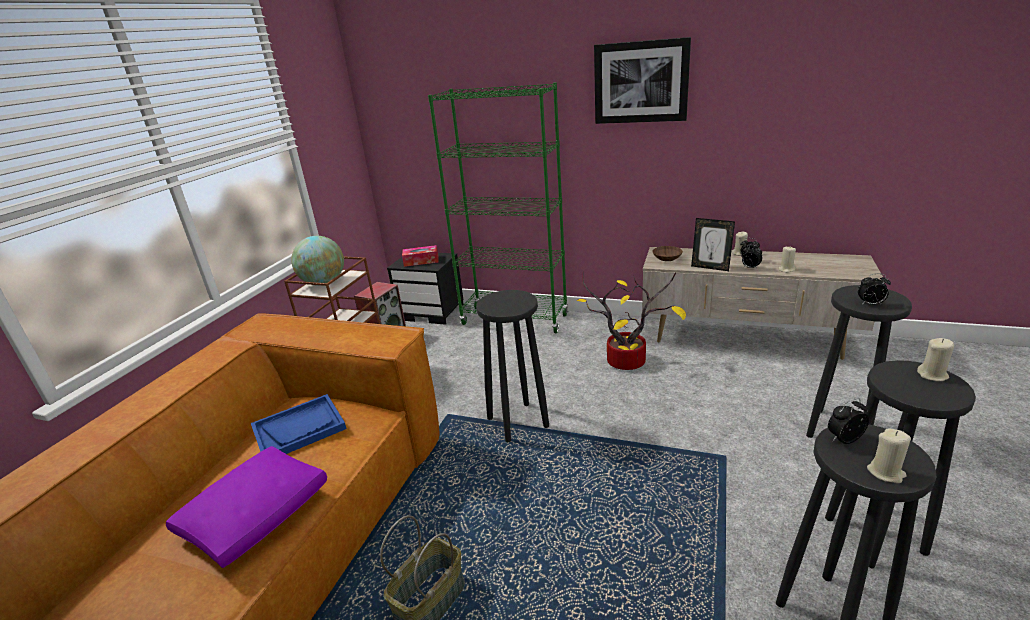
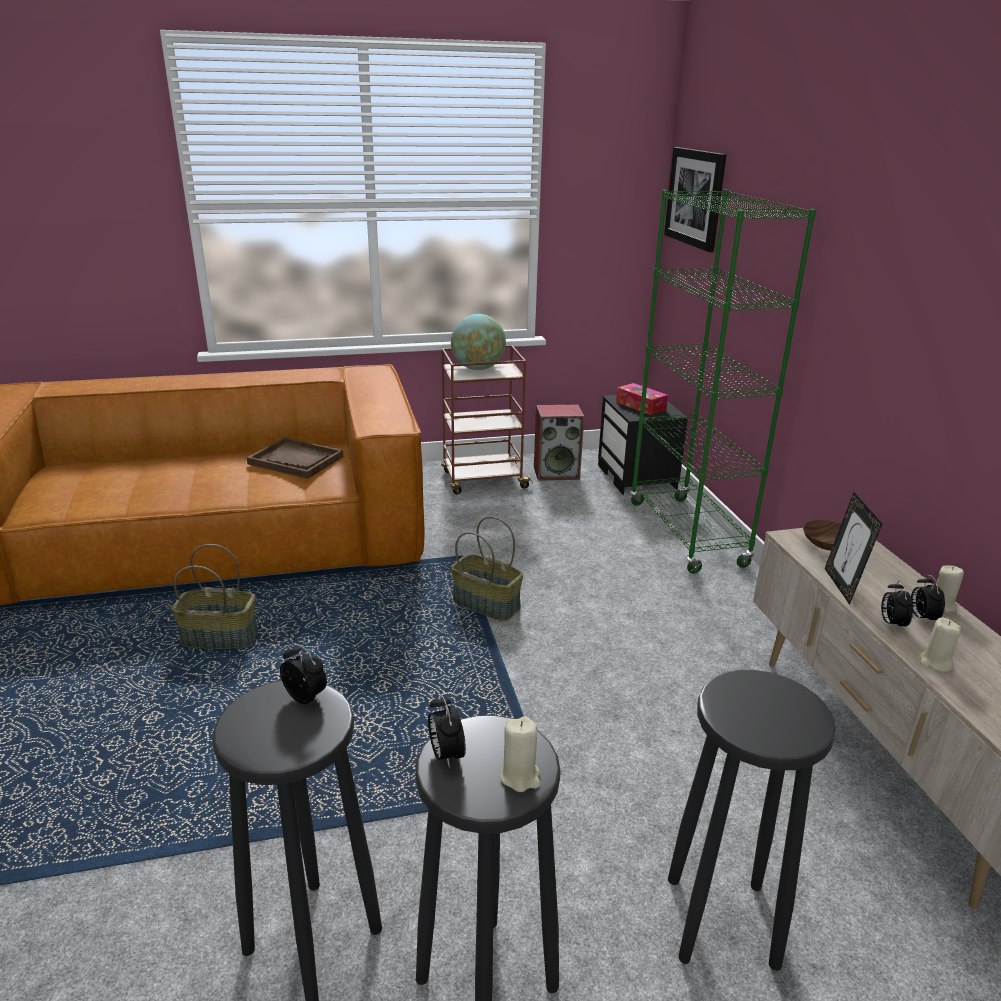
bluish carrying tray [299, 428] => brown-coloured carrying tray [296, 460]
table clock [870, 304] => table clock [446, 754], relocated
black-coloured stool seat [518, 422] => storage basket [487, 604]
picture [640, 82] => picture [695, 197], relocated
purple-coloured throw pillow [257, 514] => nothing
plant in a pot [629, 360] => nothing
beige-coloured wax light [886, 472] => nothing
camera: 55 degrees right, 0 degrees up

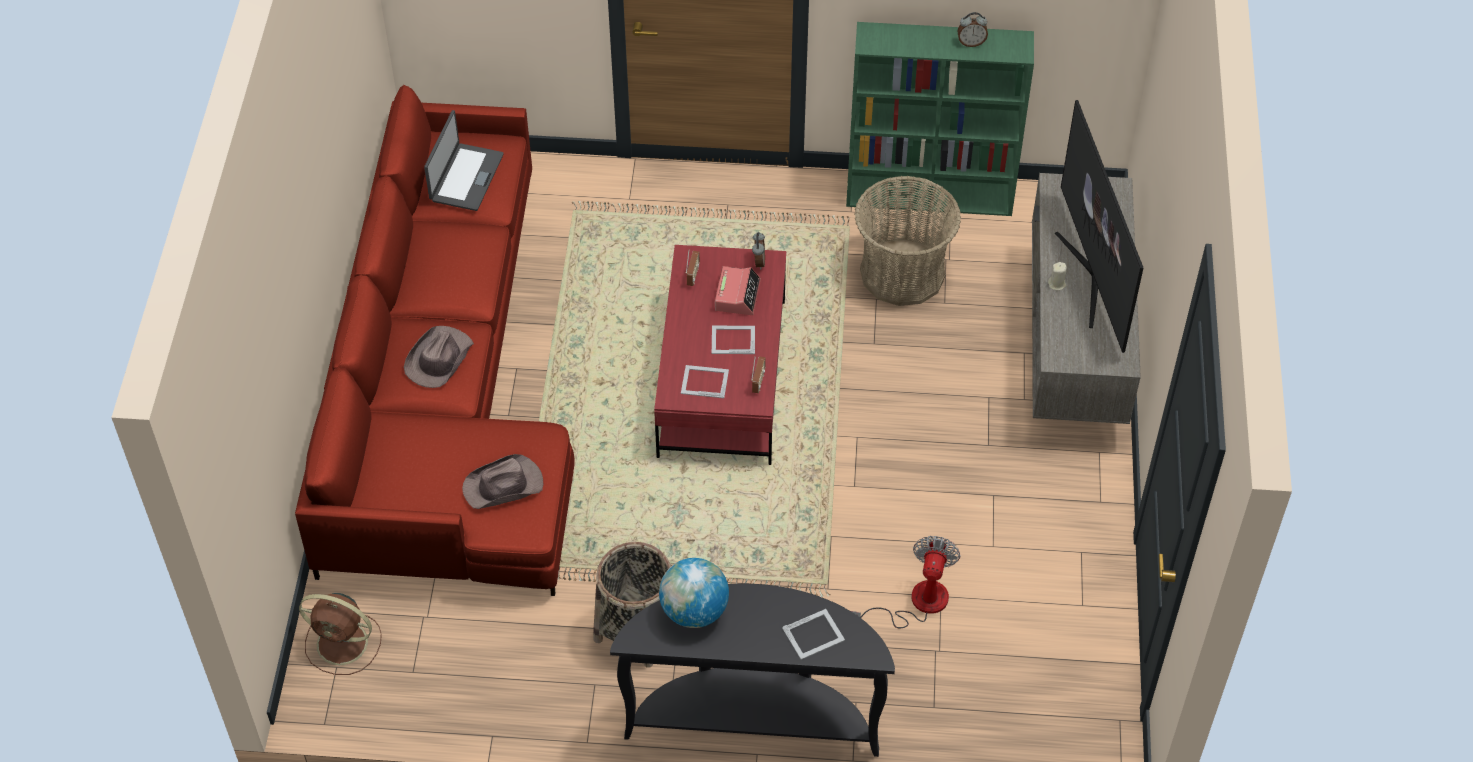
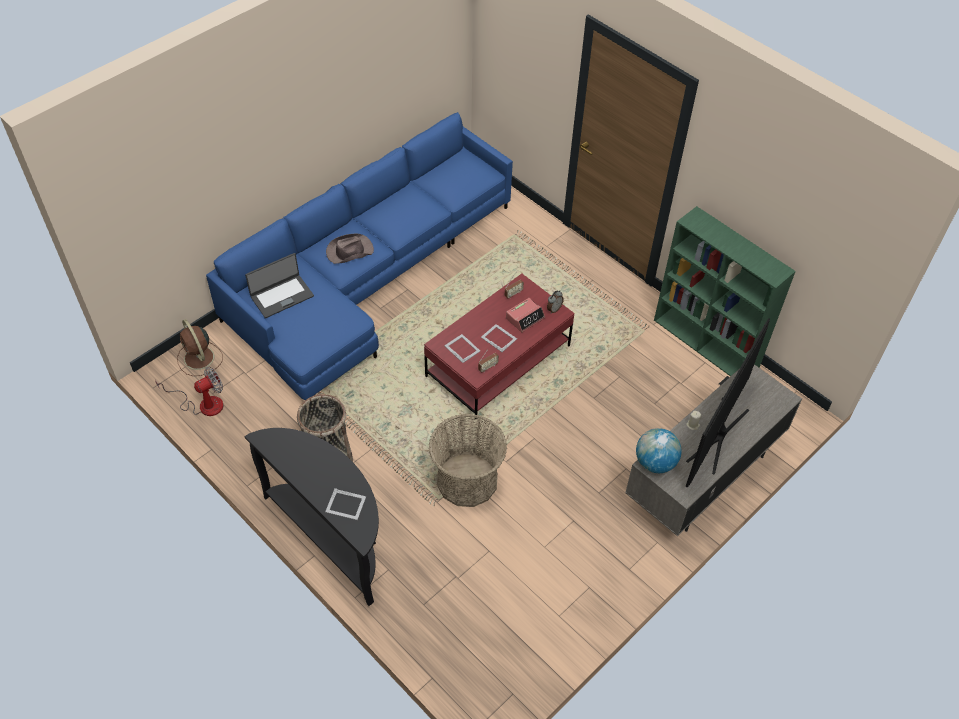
fan [916, 603] => fan [203, 404], relocated
red couch [445, 392] => bluish couch [365, 278]
laptop [465, 177] => laptop [281, 296], relocated
storage basket [902, 273] => storage basket [467, 480], relocated
world globe [694, 611] => world globe [655, 462], relocated
brown-coloured clothing hat [504, 486] => nothing
table clock [971, 43] => nothing
camera: 40 degrees right, 0 degrees up

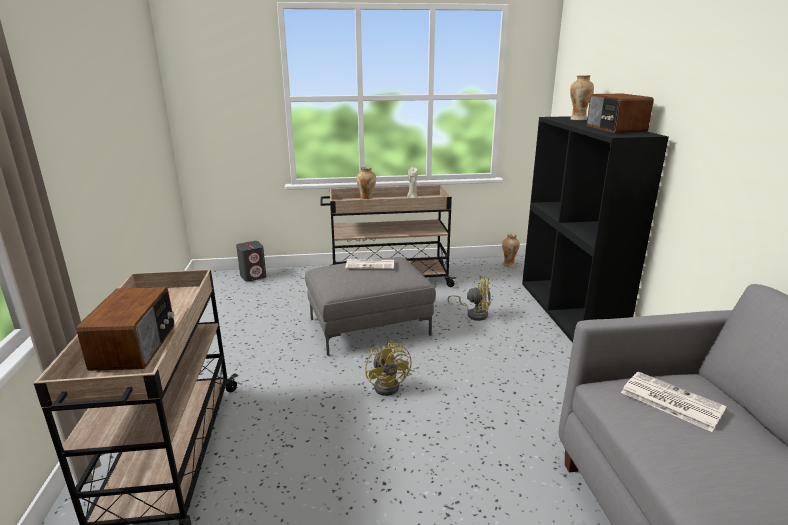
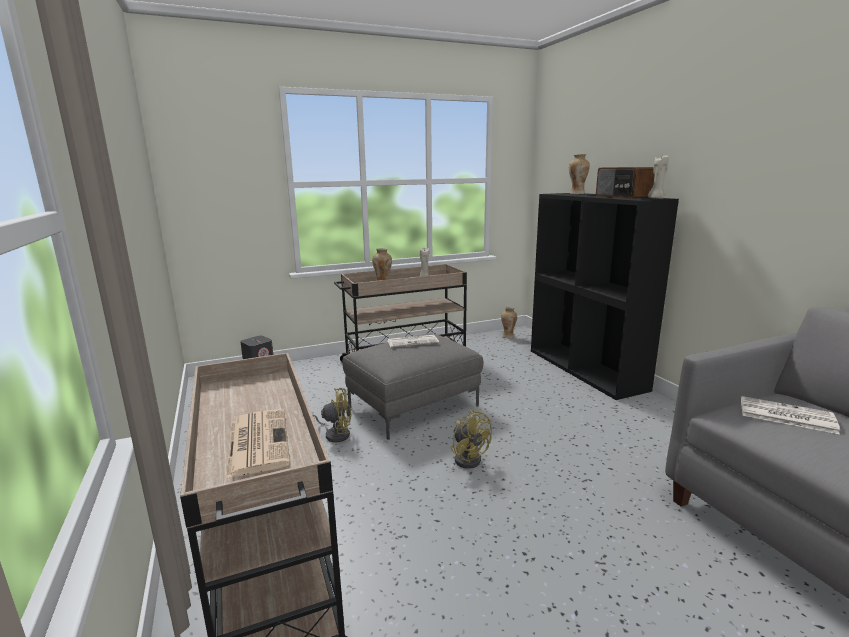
radio set [136, 347] => daily paper [257, 441]
yellow fan [474, 314] => yellow fan [334, 434], relocated
nothing => beige-coloured wax light [656, 198]
camera: 15 degrees left, 5 degrees down

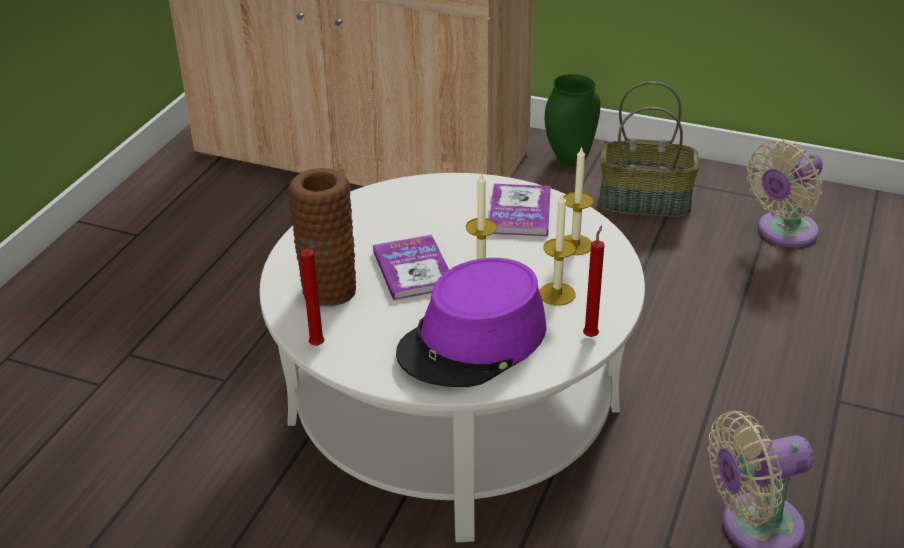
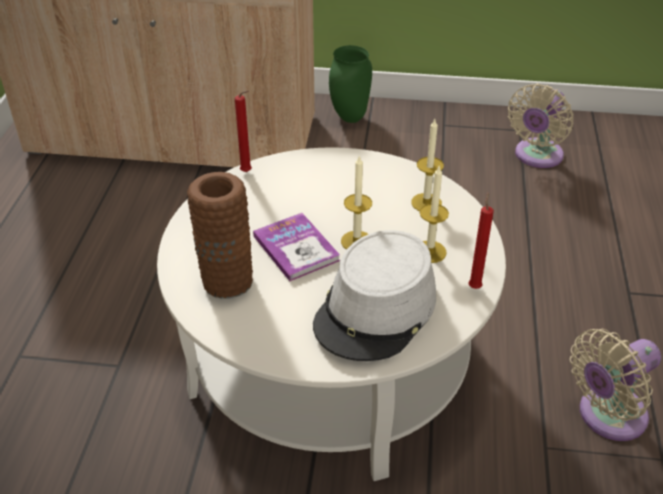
red wax light [319, 346] => red wax light [247, 172], relocated
purple-coloured clothing hat [473, 341] => gray clothing hat [376, 310]
book [520, 212] => nothing
storage basket [645, 201] => nothing
camera: 15 degrees left, 5 degrees up

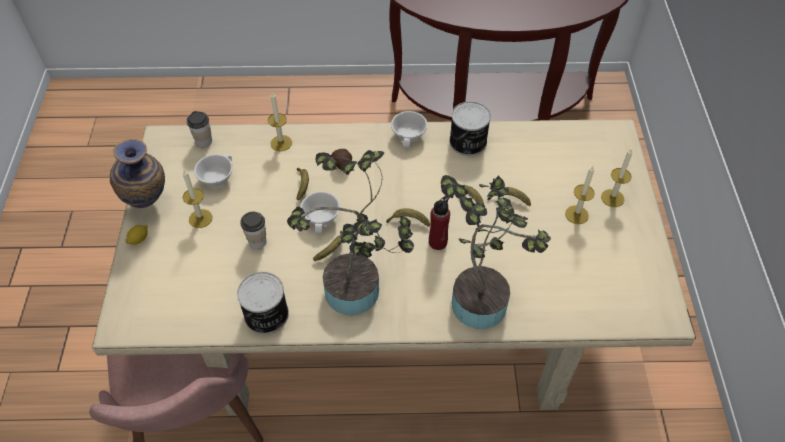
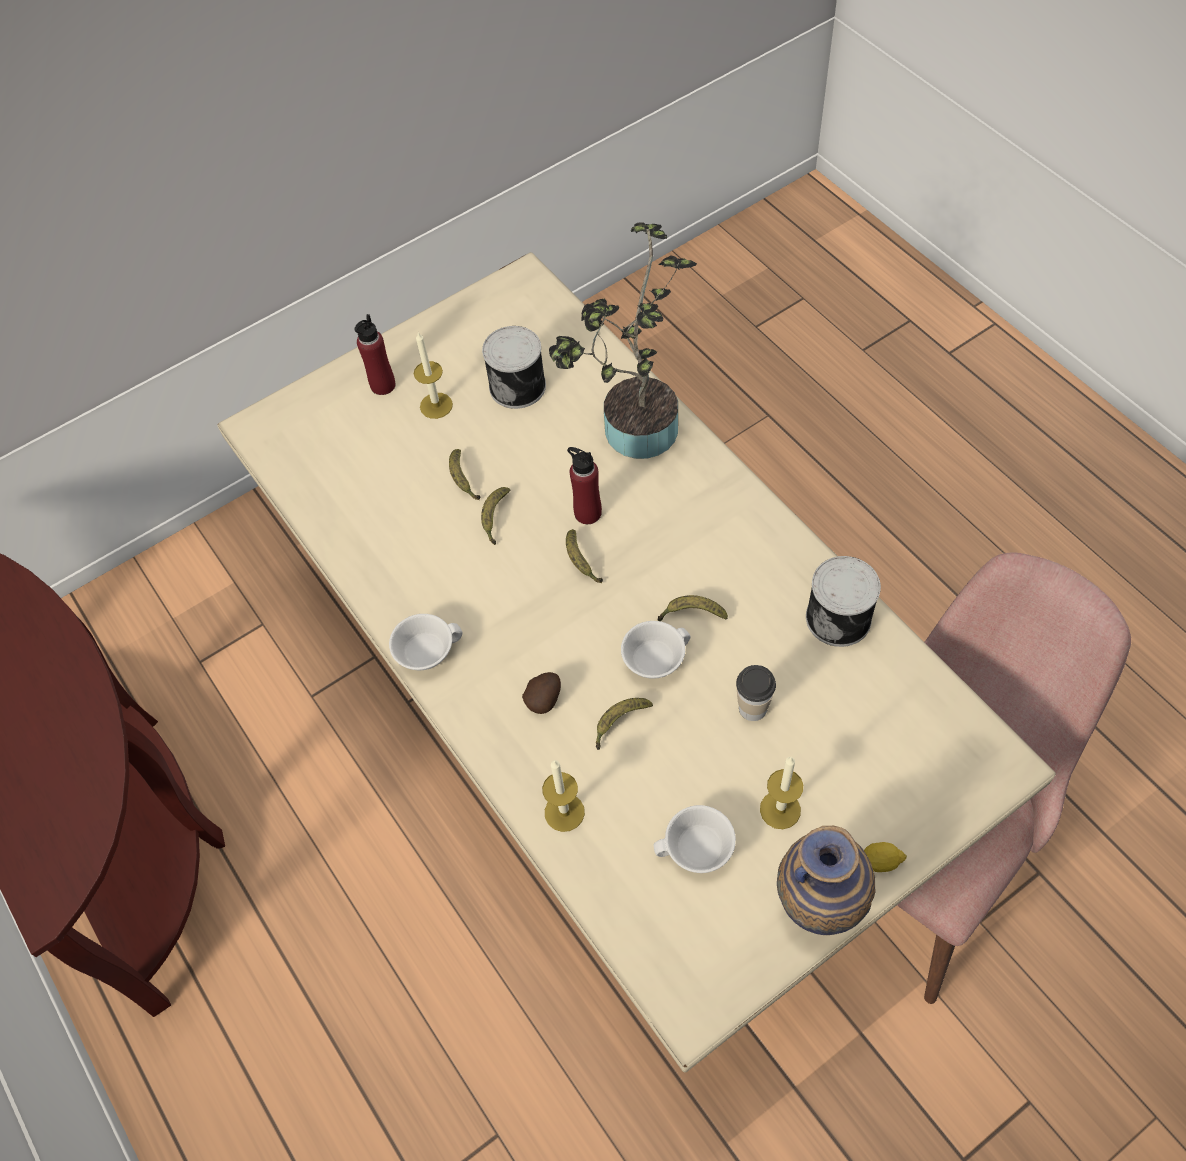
wax light [612, 198] => red bottle [382, 385]
metal can [468, 142] => metal can [519, 385], relocated
cup [204, 141] => nothing
plant in a pot [358, 292] => nothing
camera: 120 degrees left, 5 degrees up

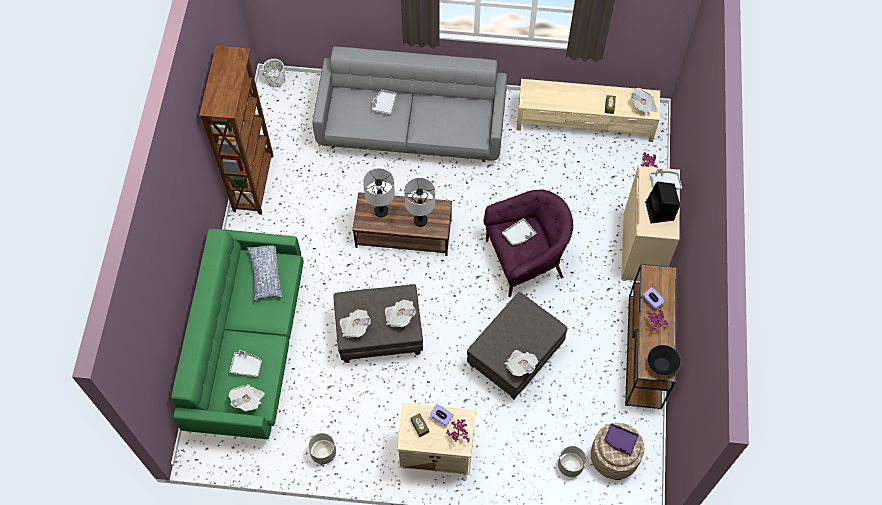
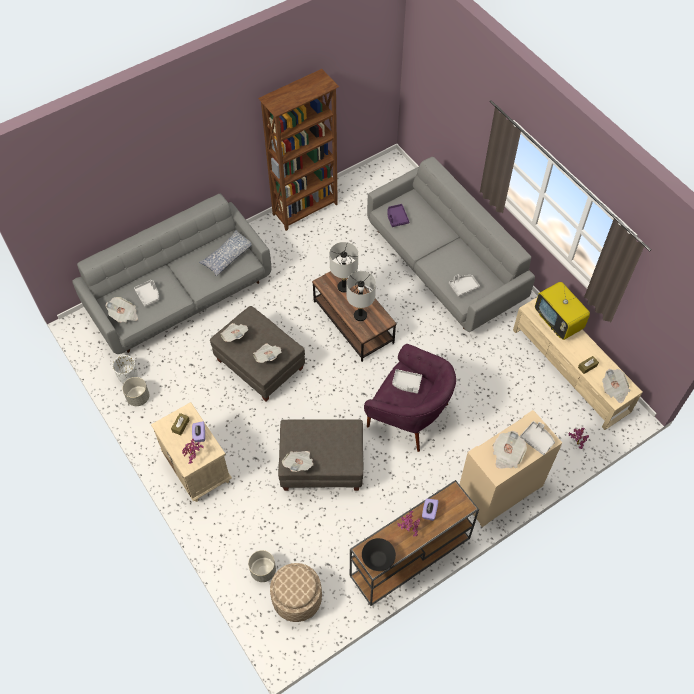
greenish couch [248, 346] => gray couch [180, 296]
white planter [275, 80] => white planter [128, 376], relocated
purple-coloured carrying tray [620, 441] => purple-coloured carrying tray [396, 218], relocated
gray carrying tray [384, 104] => gray carrying tray [463, 287], relocated
black-coloured audio speaker [660, 212] => daily paper [507, 455]
nothing => TV [558, 322]
camera: 50 degrees right, 5 degrees down

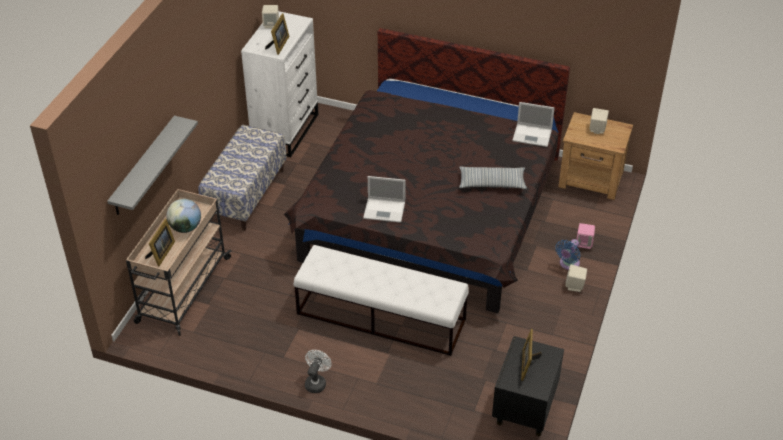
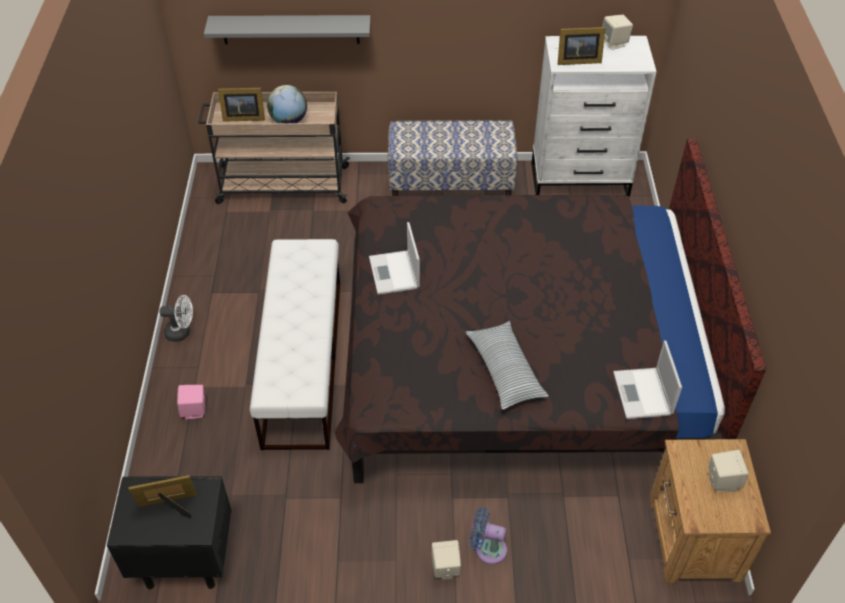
pink-coloured audio speaker [584, 243] => pink-coloured audio speaker [194, 410], relocated
camera: 70 degrees right, 5 degrees up

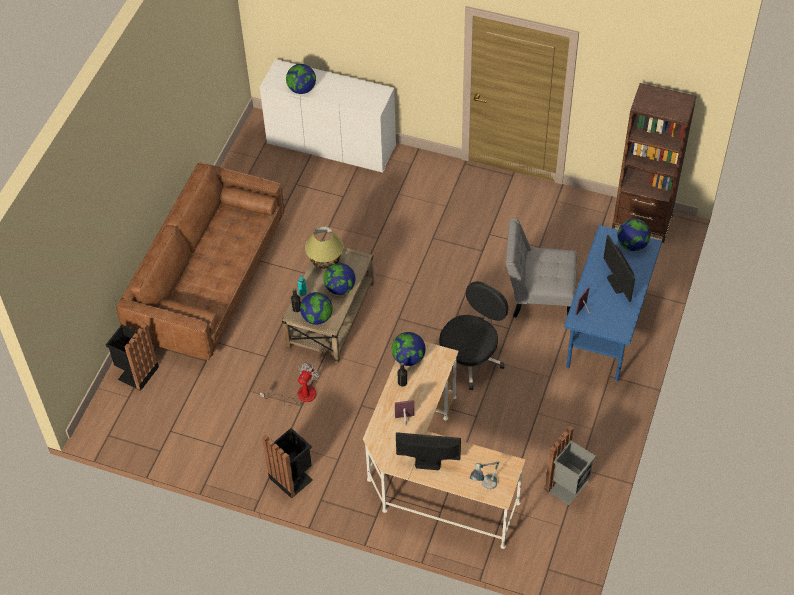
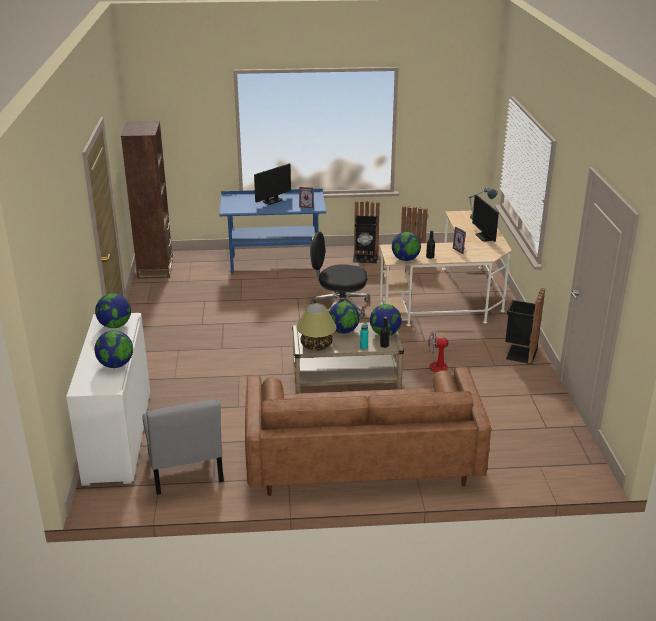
world globe [632, 245] => world globe [115, 326], relocated
gray plain chair [538, 296] => gray plain chair [185, 471], relocated
black-coloured trash can [136, 372] => black-coloured trash can [365, 258], relocated
camera: 115 degrees left, 25 degrees down

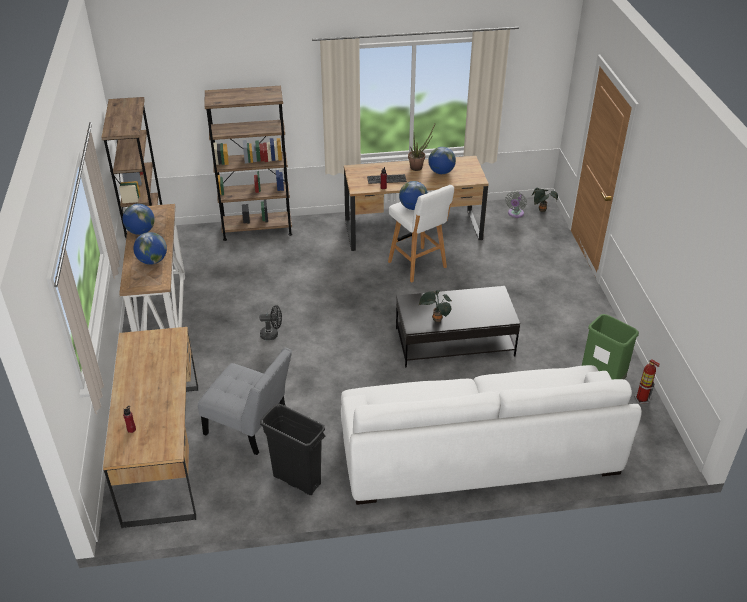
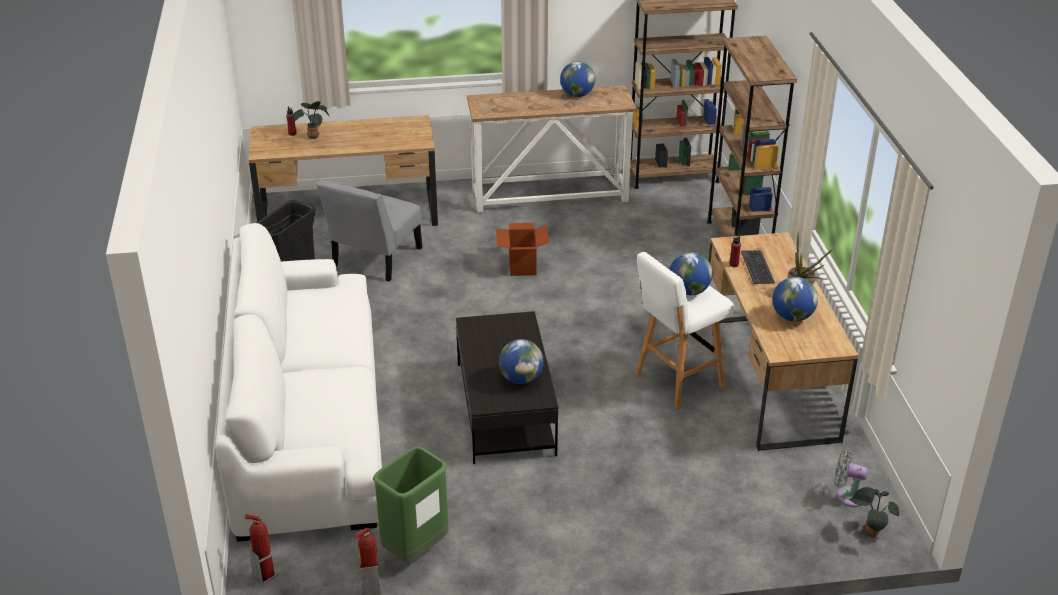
nothing => extinguisher [265, 575]
plant in a pot [435, 319] => plant in a pot [313, 136], relocated
black-coloured fan [272, 334] => cardboard box [522, 266]
world globe [152, 261] => world globe [521, 379], relocated
camera: 90 degrees right, 5 degrees down

